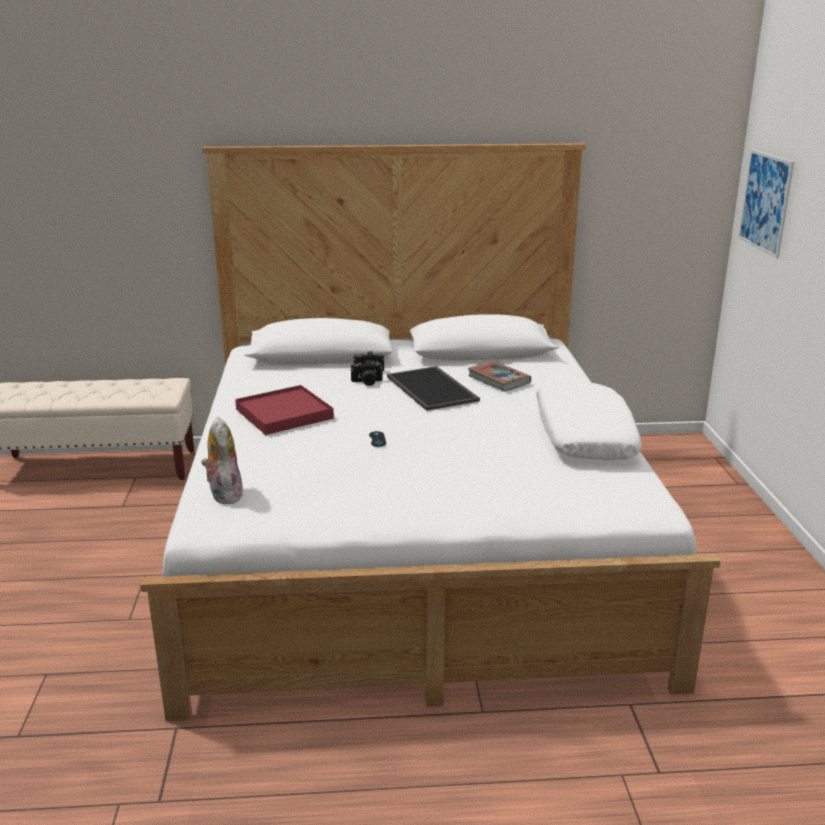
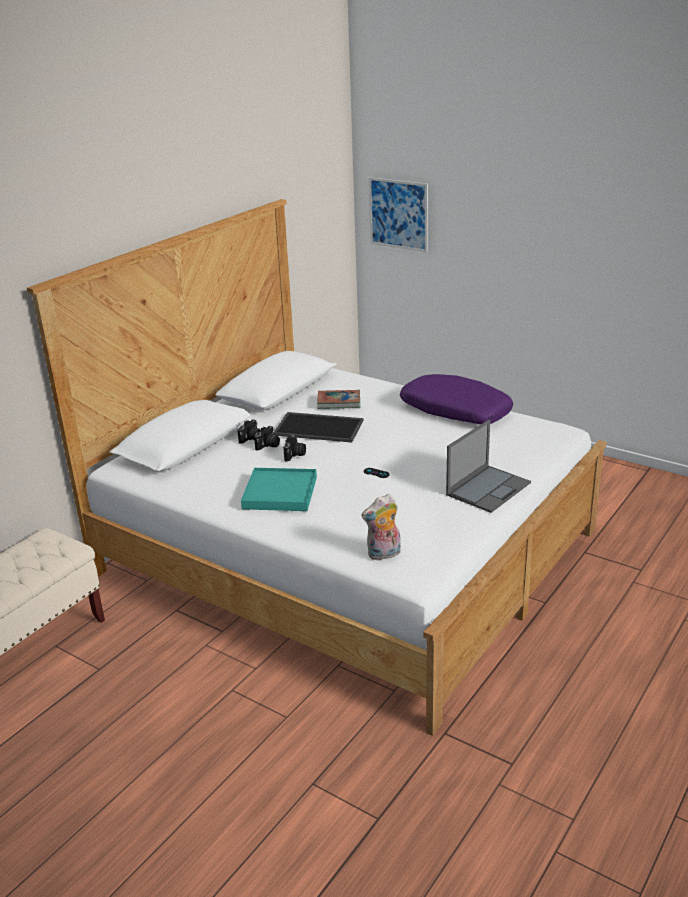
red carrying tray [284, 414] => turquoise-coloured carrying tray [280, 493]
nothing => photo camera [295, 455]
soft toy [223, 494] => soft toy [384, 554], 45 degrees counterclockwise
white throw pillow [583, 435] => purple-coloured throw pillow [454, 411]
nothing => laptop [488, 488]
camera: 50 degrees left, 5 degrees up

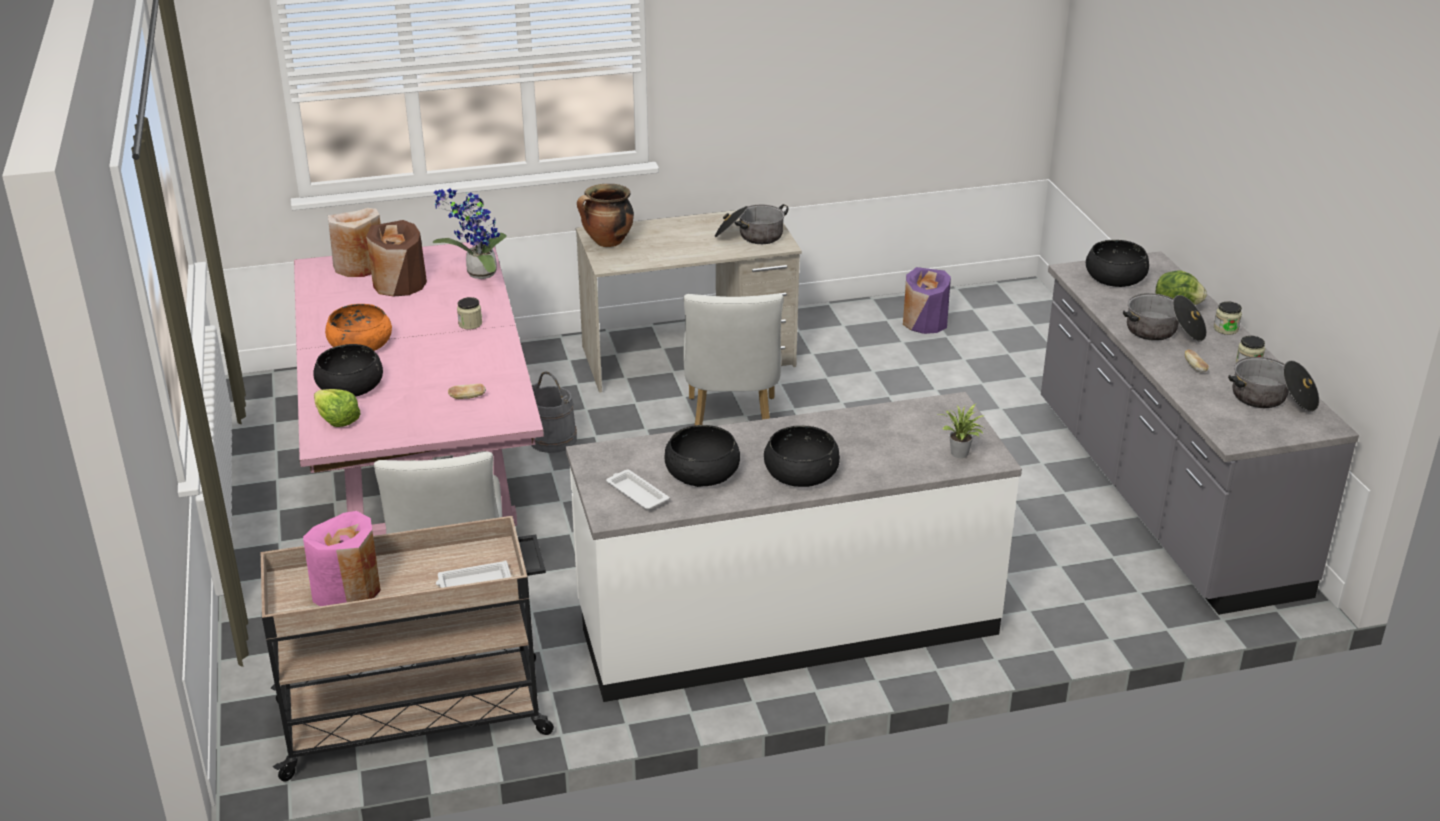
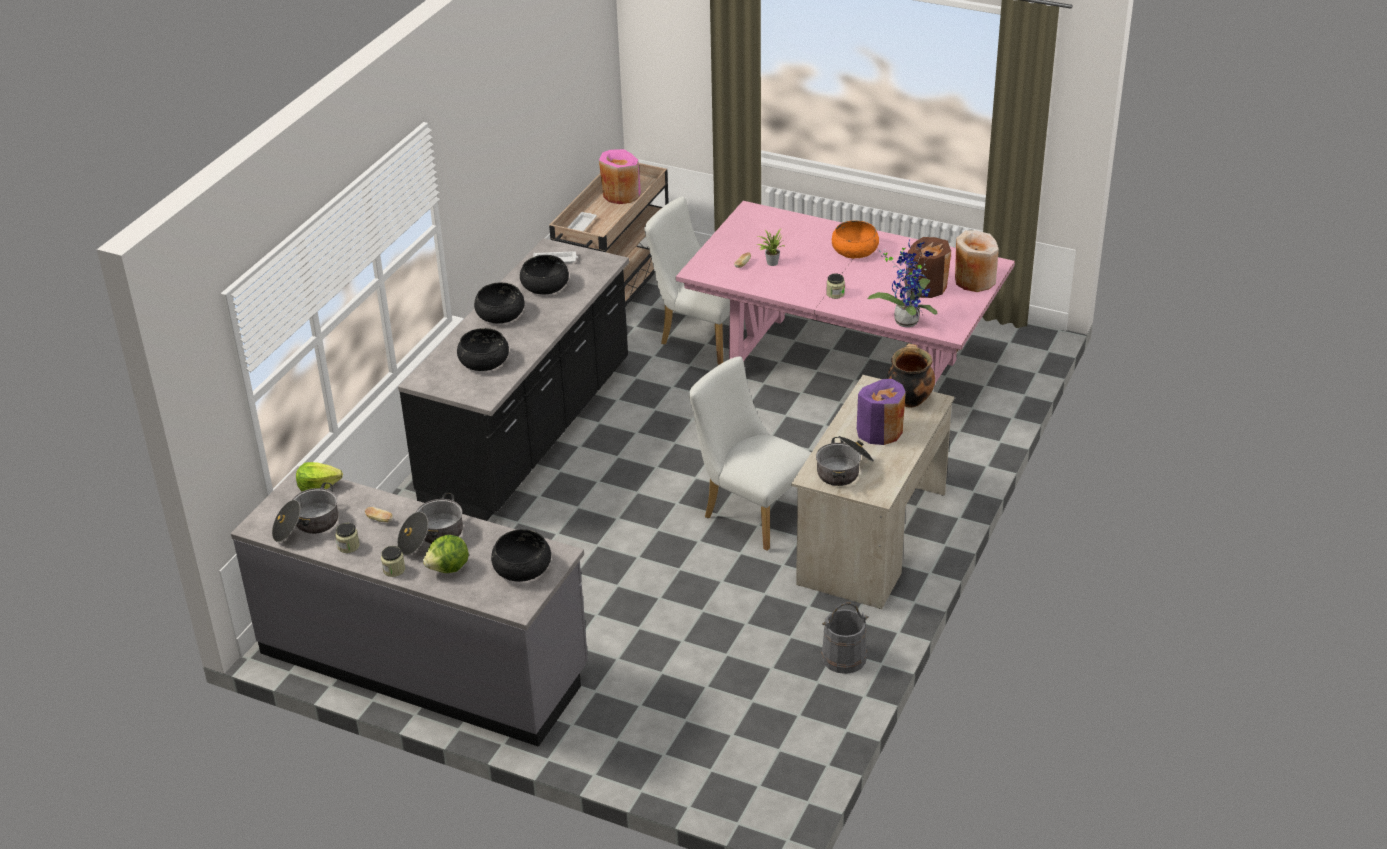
lettuce head [337, 420] => lettuce head [318, 486], relocated
white kitchen counter [786, 623] => black-coloured kitchen counter [529, 433]
black-coloured deep dish [350, 386] => black-coloured deep dish [484, 361], relocated
plant in a pot [960, 454] => plant in a pot [771, 262], relocated
gray pail [553, 439] => gray pail [844, 657], relocated
purple-coloured vase [924, 322] => purple-coloured vase [880, 431], relocated
camera: 130 degrees right, 5 degrees up

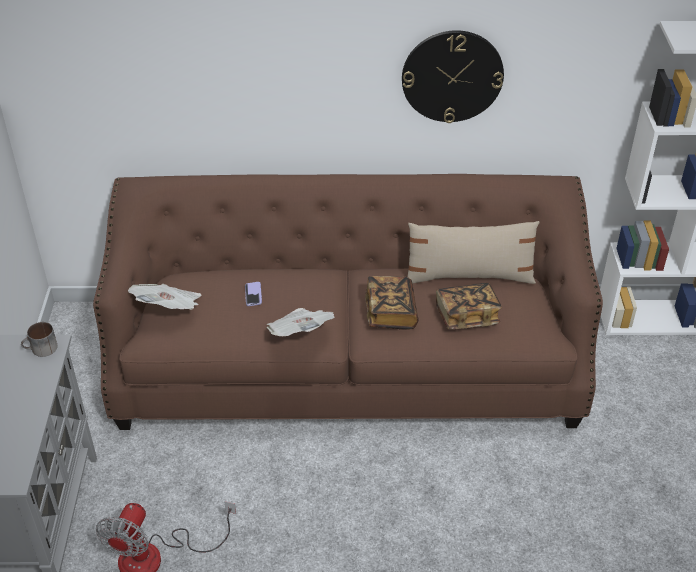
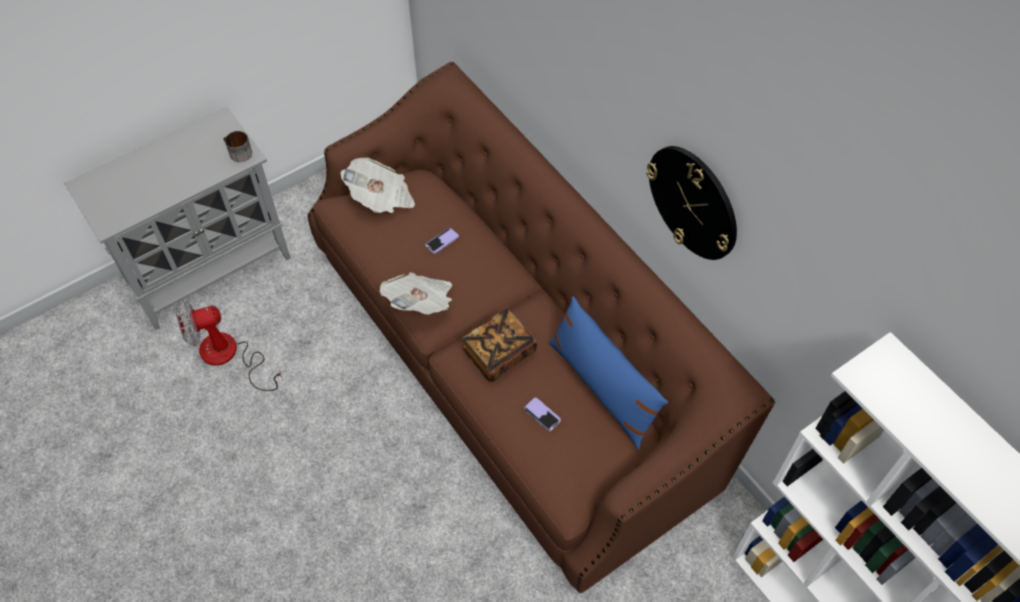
book [466, 316] => phone [542, 415]
beige-coloured throw pillow [469, 276] => bluish throw pillow [602, 387]
camera: 55 degrees right, 15 degrees up

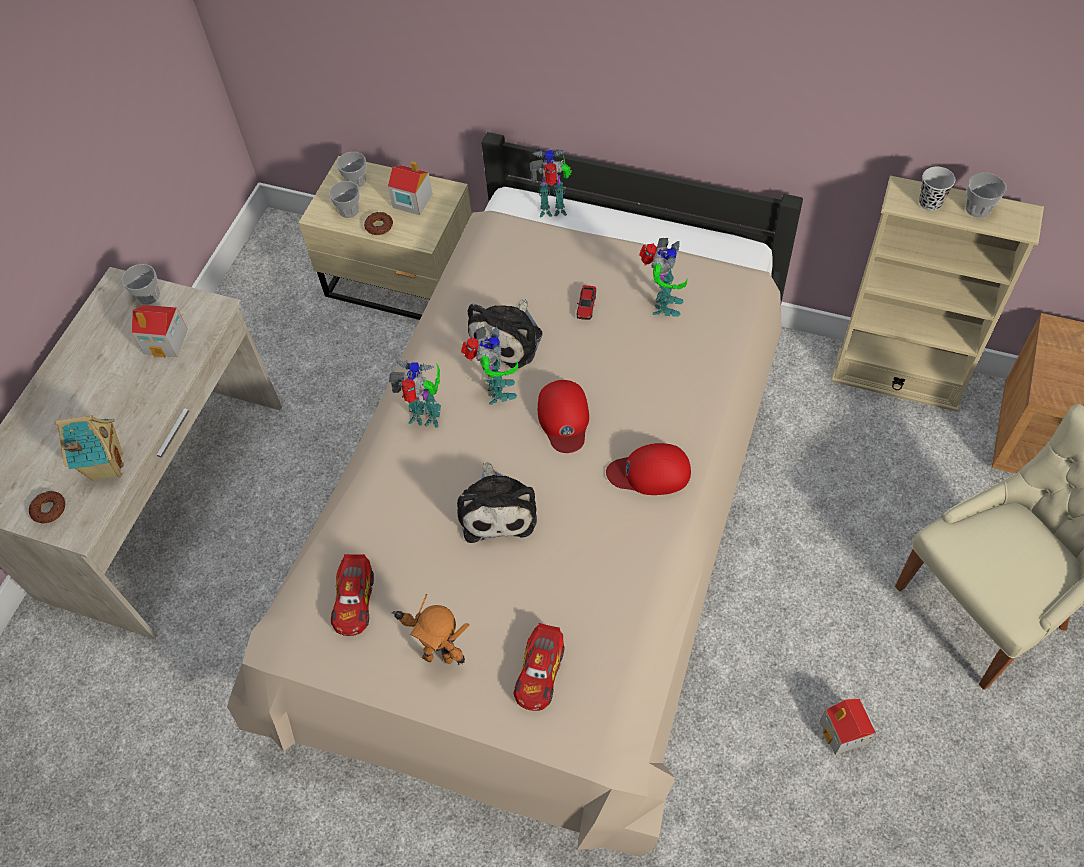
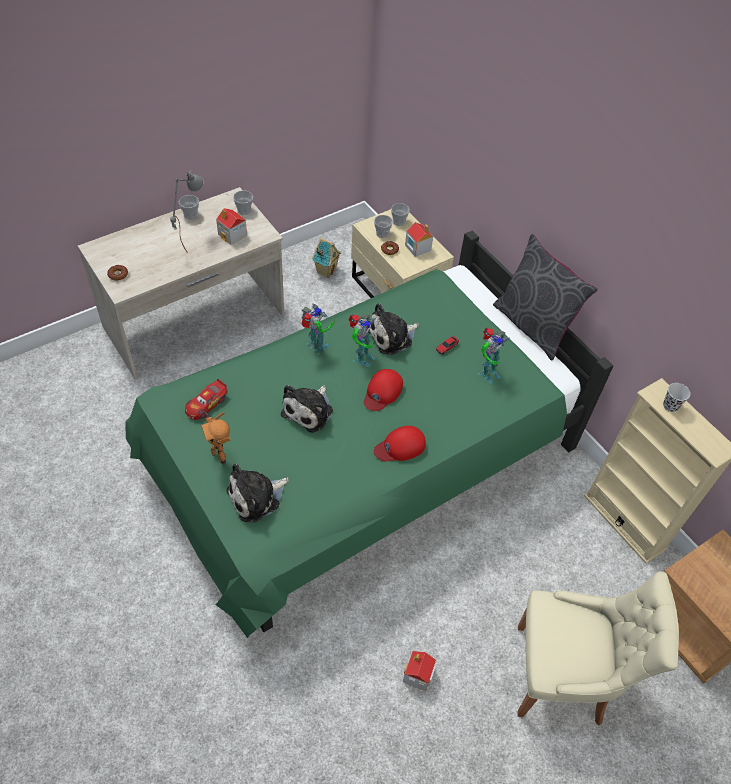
beige-coloured bed [548, 528] => greenish bed [359, 461]
nothing => gray table lamp [191, 239]
cup [977, 208] => cup [190, 215], relocated
model car [539, 672] => soft toy [257, 497]
miniature house [106, 466] => miniature house [326, 271], relocated
red peaked cap [650, 472] => red peaked cap [400, 447], 60 degrees counterclockwise
nothing => gray throw pillow [532, 326]
toy robot [554, 210] => nothing
camera: 30 degrees right, 5 degrees down

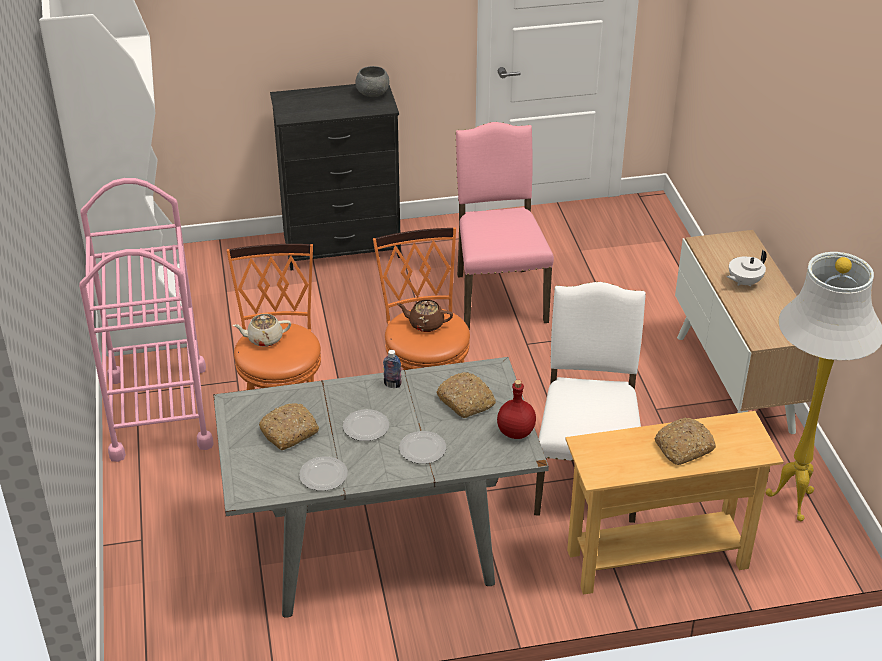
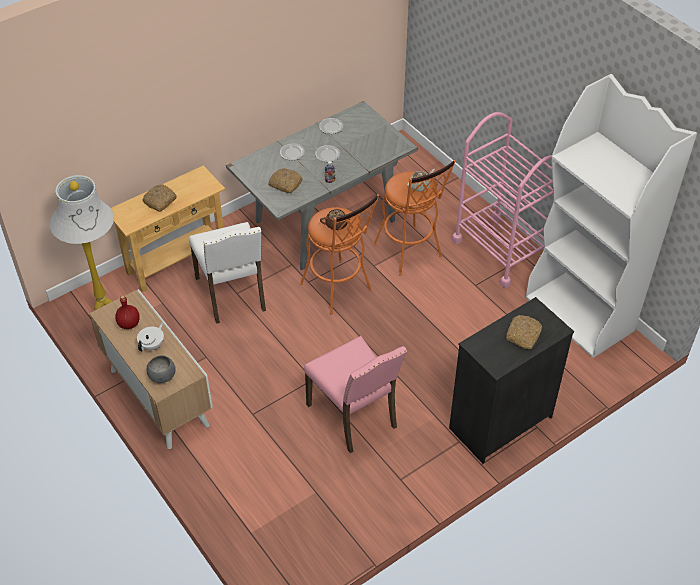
red bottle [515, 432] => red bottle [129, 323], relocated
gray deep dish [373, 94] => gray deep dish [162, 376], relocated
baked bread [289, 431] => baked bread [523, 335], relocated
camera: 155 degrees right, 10 degrees up

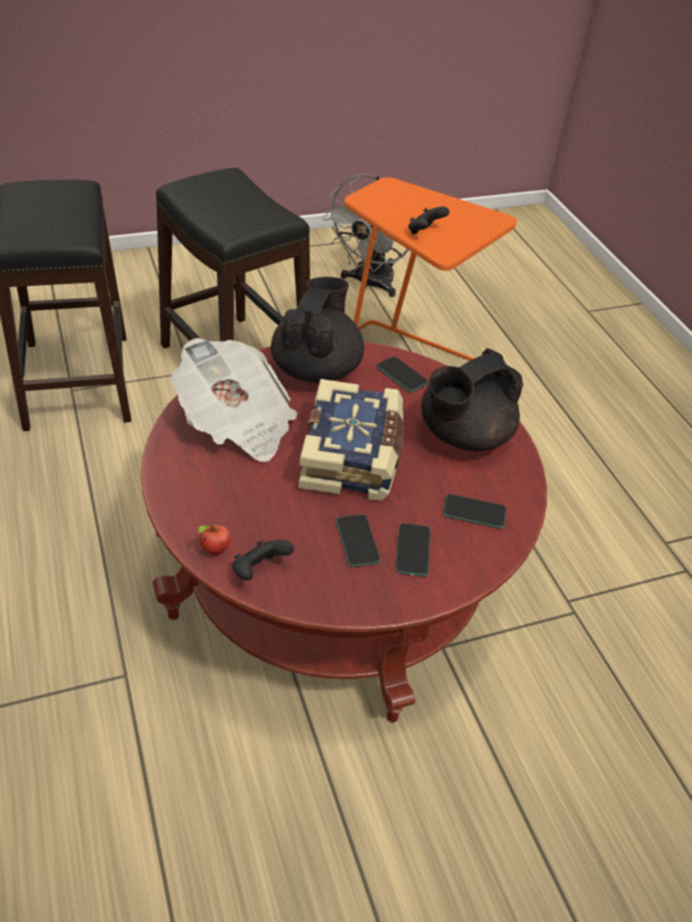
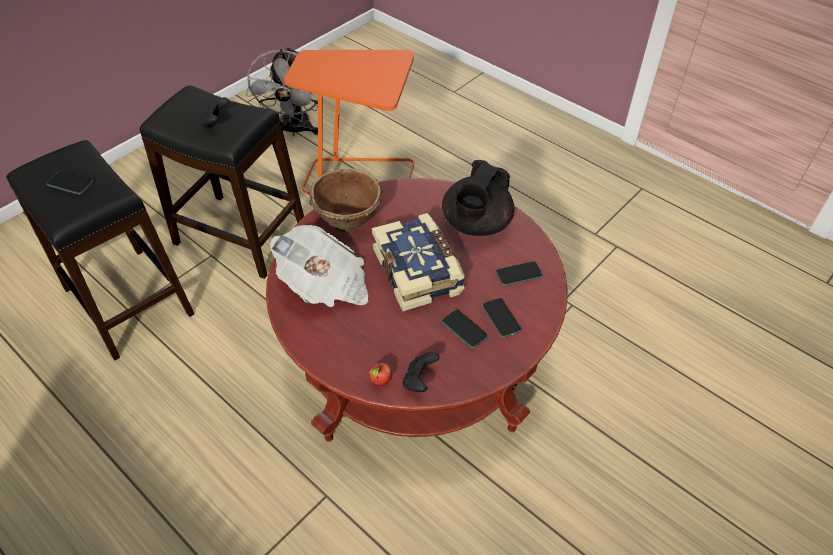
phone [401, 375] => phone [70, 184], relocated
black-coloured joypad [424, 232] => black-coloured joypad [216, 122], relocated
black-coloured teapot [316, 369] => brown-coloured deep dish [348, 219]
camera: 25 degrees left, 5 degrees up

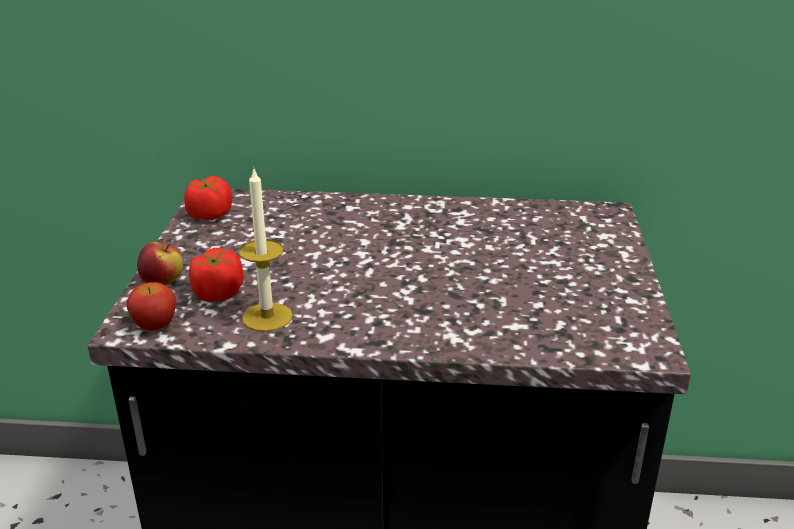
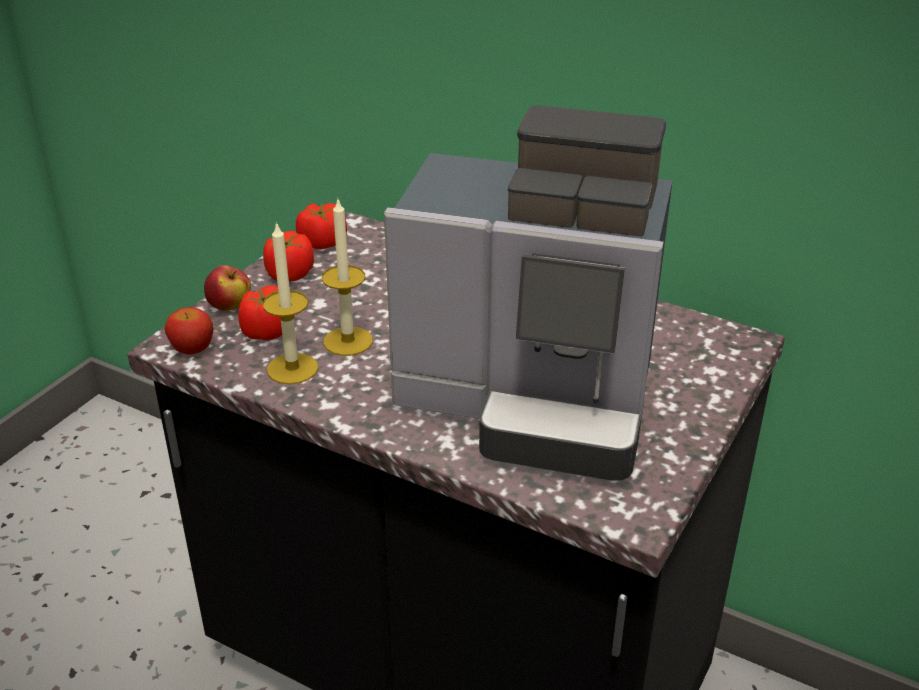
nothing => whole tomato [289, 274]
nothing => wax light [348, 341]
nothing => coffee brewer [533, 402]
camera: 25 degrees right, 5 degrees up

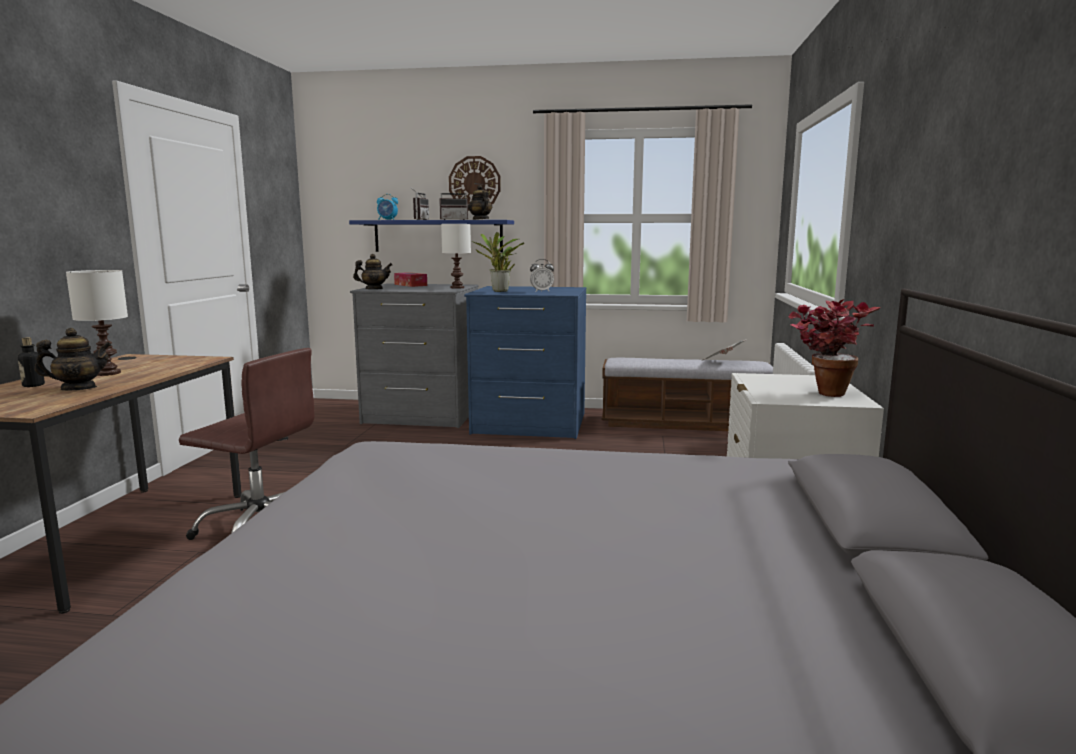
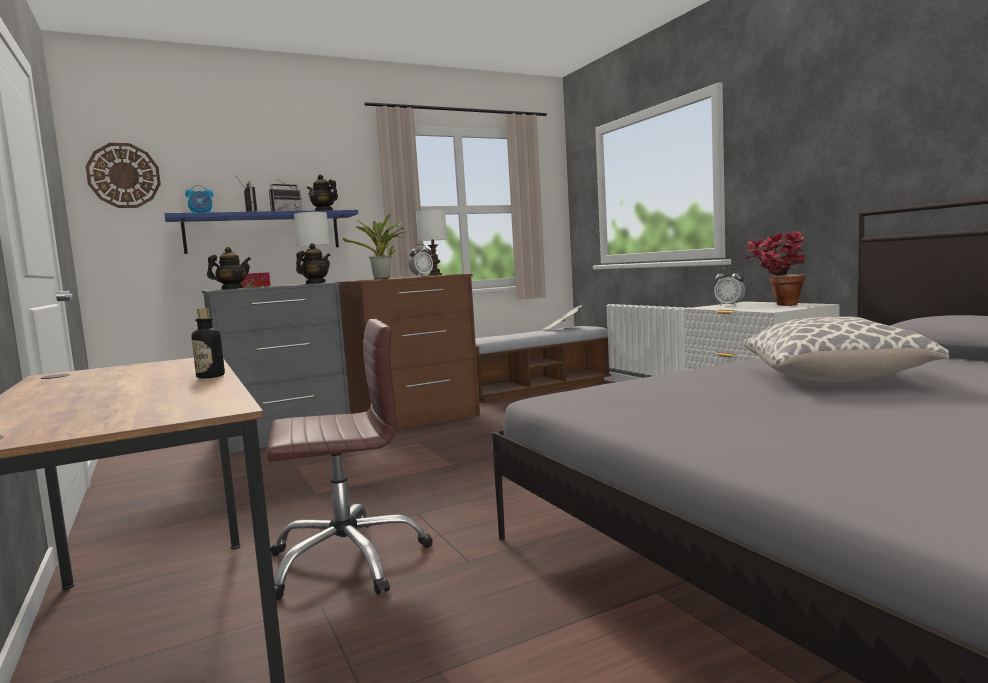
wall clock [474, 183] => wall clock [124, 175], relocated
bottle [33, 385] => bottle [210, 376], relocated
teapot [78, 388] => teapot [315, 283], relocated
bluish chest of drawers [529, 424] => brown-coloured chest of drawers [412, 416]
white table lamp [108, 373] => white table lamp [435, 275], relocated
nothing => table clock [729, 305]
nothing => throw pillow [833, 379]
camera: 35 degrees left, 5 degrees down

